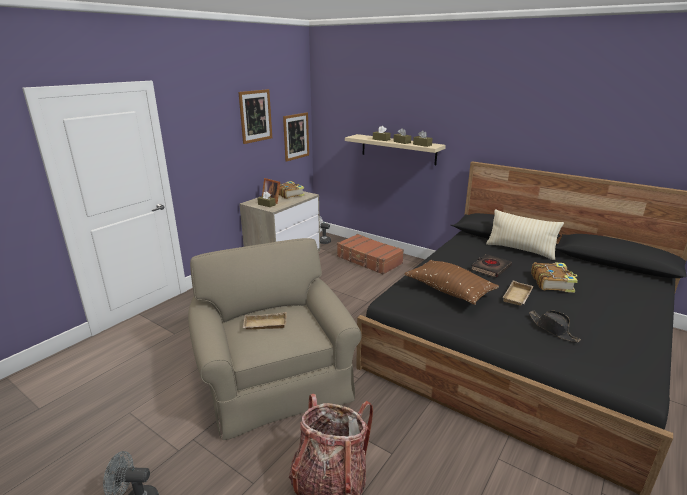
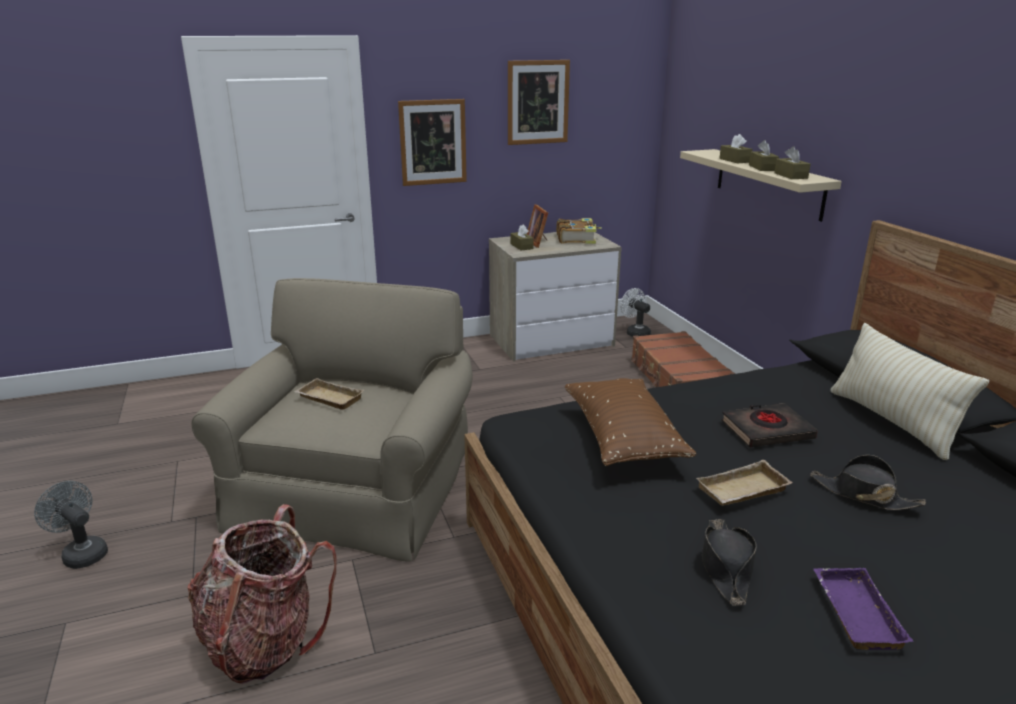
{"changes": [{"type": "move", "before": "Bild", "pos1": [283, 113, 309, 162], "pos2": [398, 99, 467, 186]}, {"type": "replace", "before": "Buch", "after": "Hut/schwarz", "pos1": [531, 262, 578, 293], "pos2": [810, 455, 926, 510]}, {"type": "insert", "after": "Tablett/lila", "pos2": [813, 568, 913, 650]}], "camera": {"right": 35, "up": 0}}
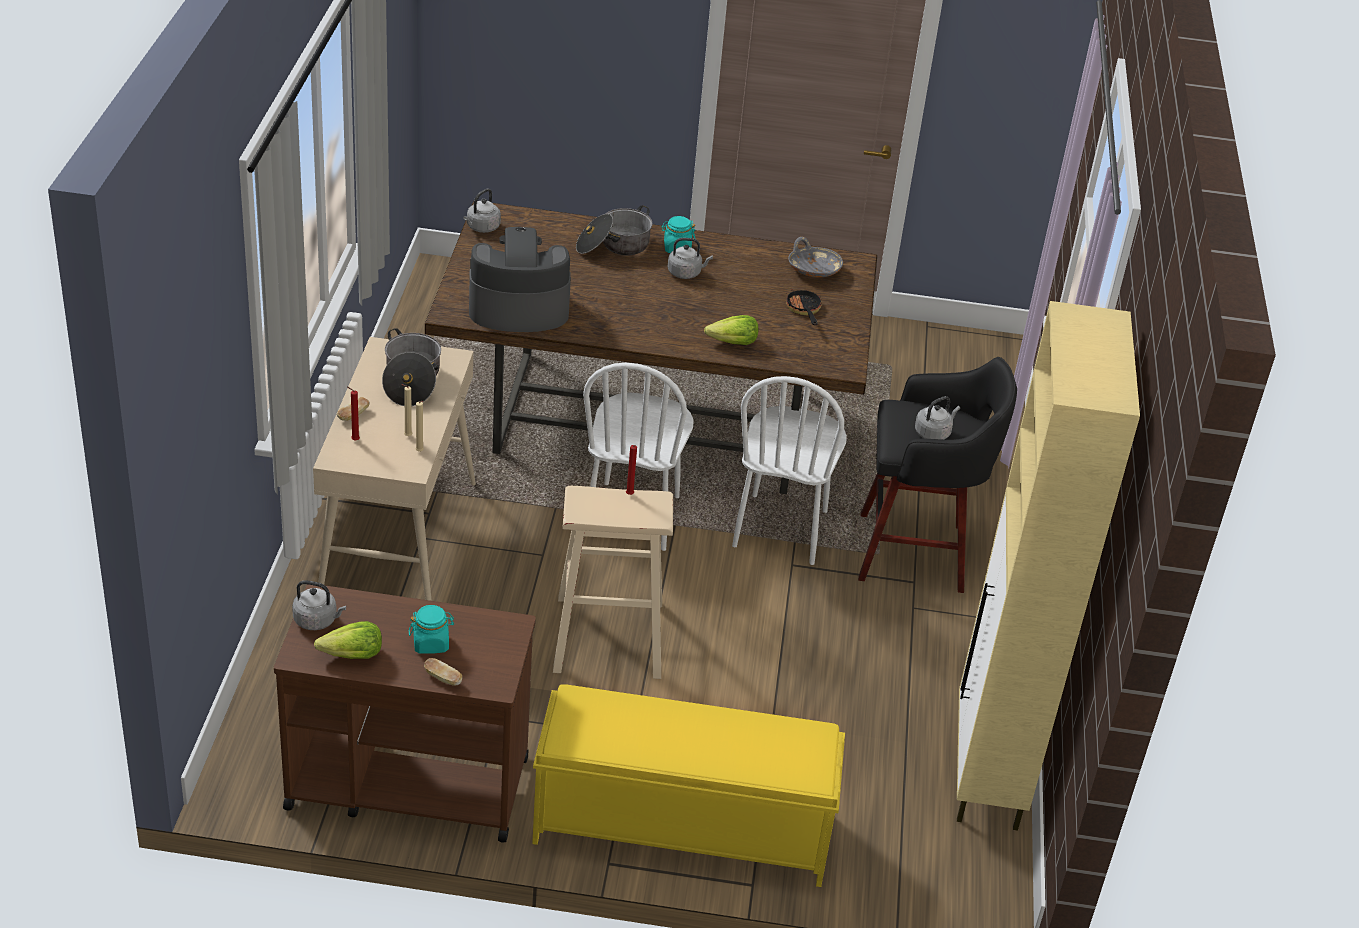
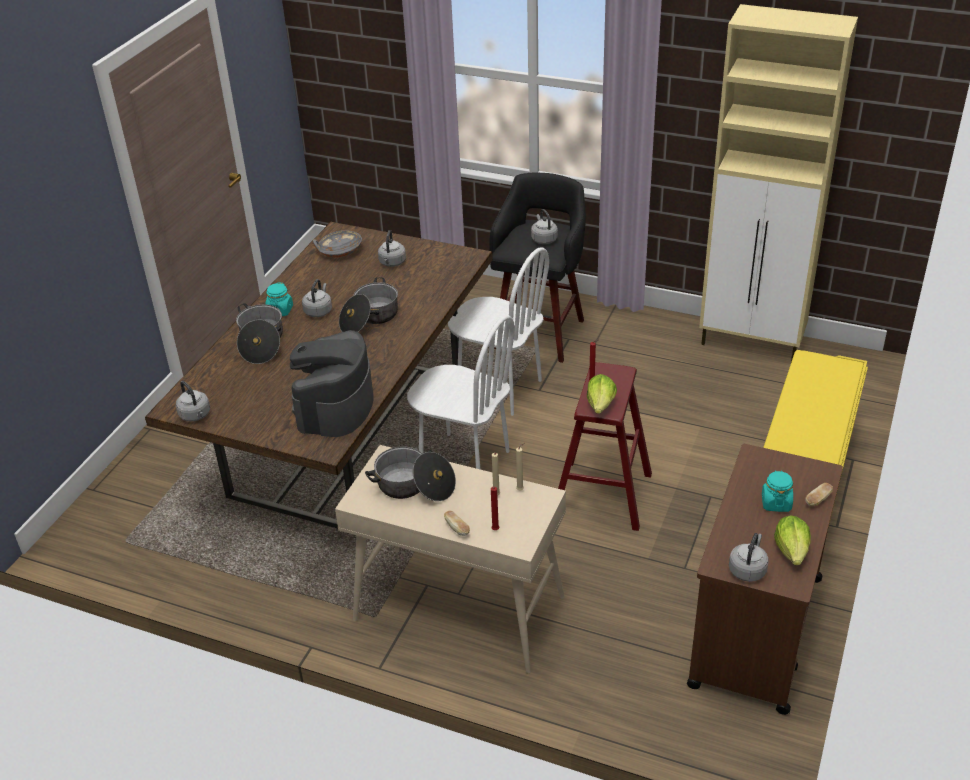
{"changes": [{"type": "recolor", "before": "Hocker/beige", "after": "Hocker/rot", "pos1": [553, 486, 673, 679], "pos2": [558, 362, 652, 531]}, {"type": "move", "before": "Salatkopf", "pos1": [704, 315, 758, 345], "pos2": [587, 374, 617, 414]}, {"type": "replace", "before": "Pfanne", "after": "Wasserkessel/grau", "pos1": [786, 289, 822, 325], "pos2": [378, 230, 406, 267]}, {"type": "insert", "after": "Kochtopf", "pos2": [339, 277, 398, 332]}], "camera": {"right": -70, "up": 0}}
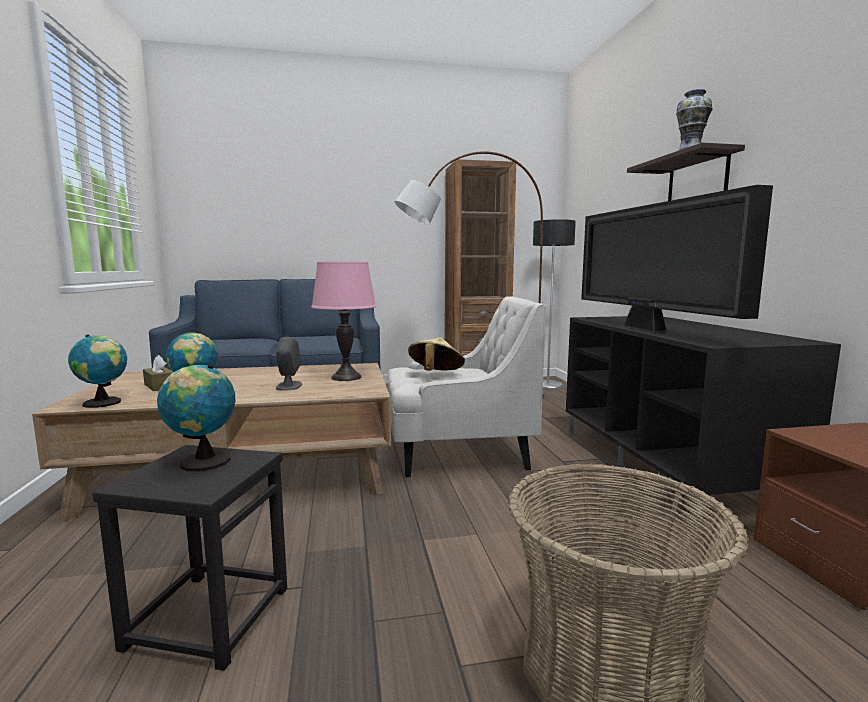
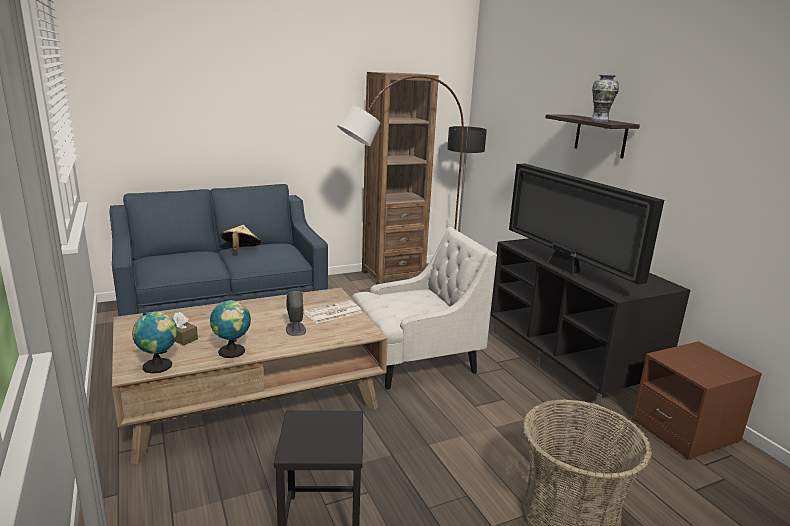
{"changes": [{"type": "delete", "before": "Globus", "pos1": [157, 364, 236, 471]}, {"type": "replace", "before": "Tischlampe/rosa", "after": "Zeitung", "pos1": [311, 261, 377, 381], "pos2": [304, 300, 363, 324]}, {"type": "move", "before": "Hut/beige", "pos1": [408, 337, 465, 371], "pos2": [220, 225, 261, 251]}], "camera": {"right": -15, "up": 10}}
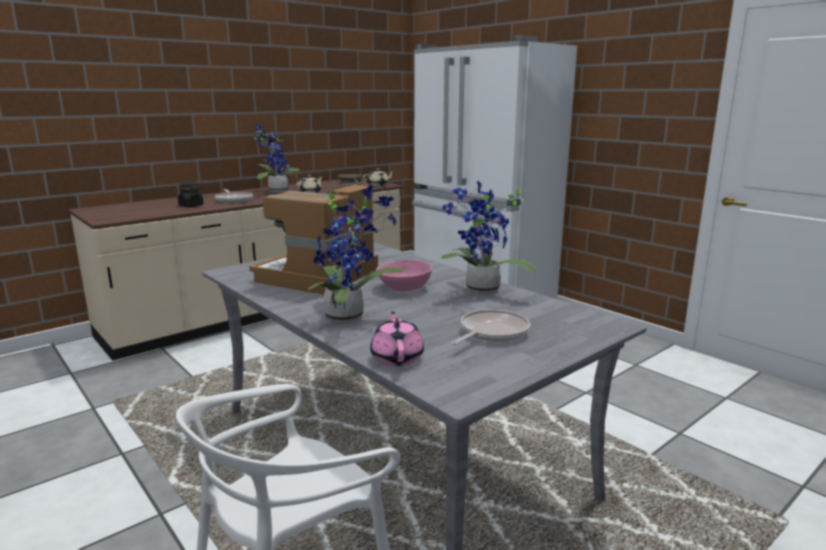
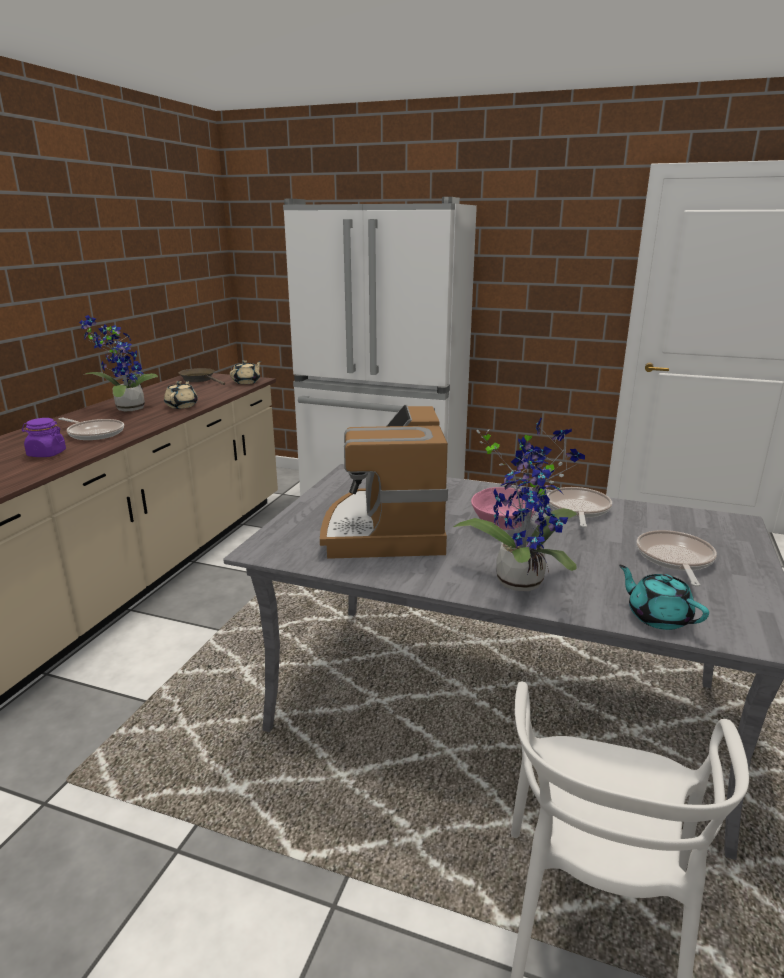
{"changes": [{"type": "recolor", "before": "Vorratsglas/schwarz", "after": "Vorratsglas/lila", "pos1": [178, 182, 204, 207], "pos2": [22, 418, 66, 457]}, {"type": "recolor", "before": "Teekanne/rosa", "after": "Teekanne/türkis", "pos1": [370, 311, 424, 366], "pos2": [619, 565, 709, 630]}, {"type": "replace", "before": "Topfpflanze", "after": "Pfanne", "pos1": [441, 180, 537, 294], "pos2": [547, 487, 612, 528]}], "camera": {"right": -30, "up": 5}}
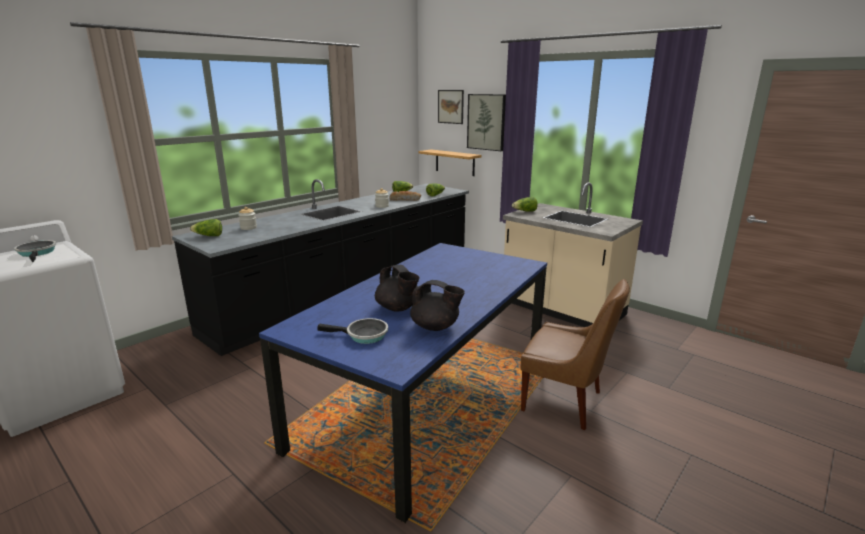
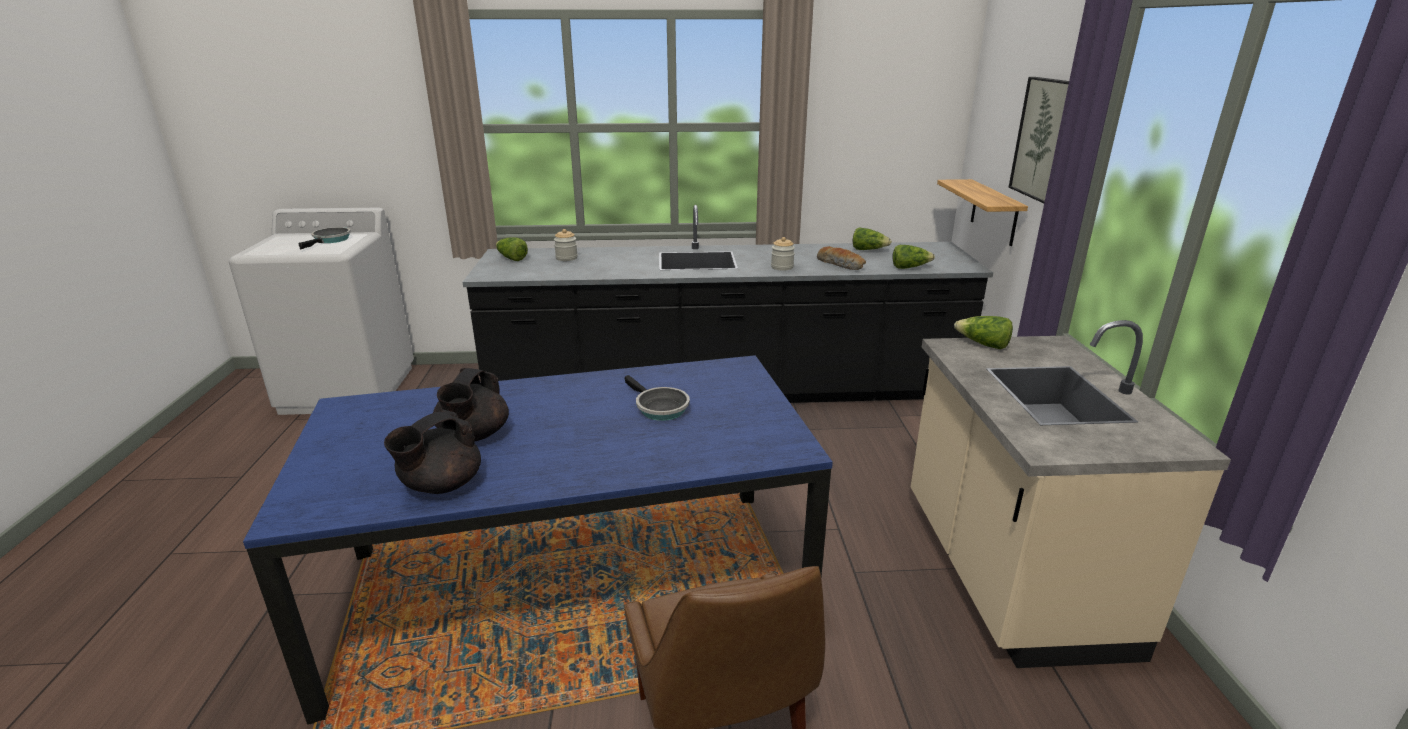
{"changes": [{"type": "move", "before": "Pfanne", "pos1": [317, 318, 388, 344], "pos2": [624, 375, 690, 421]}, {"type": "rotate", "before": "Teekanne/schwarz", "pos1": [410, 280, 465, 331], "pos2": [384, 409, 481, 494], "turn": 60}, {"type": "delete", "before": "Bild", "pos1": [438, 90, 464, 124]}], "camera": {"right": 45, "up": 5}}
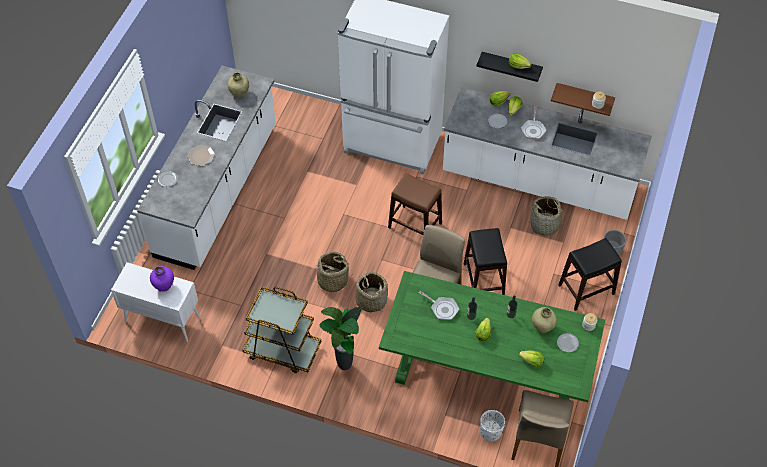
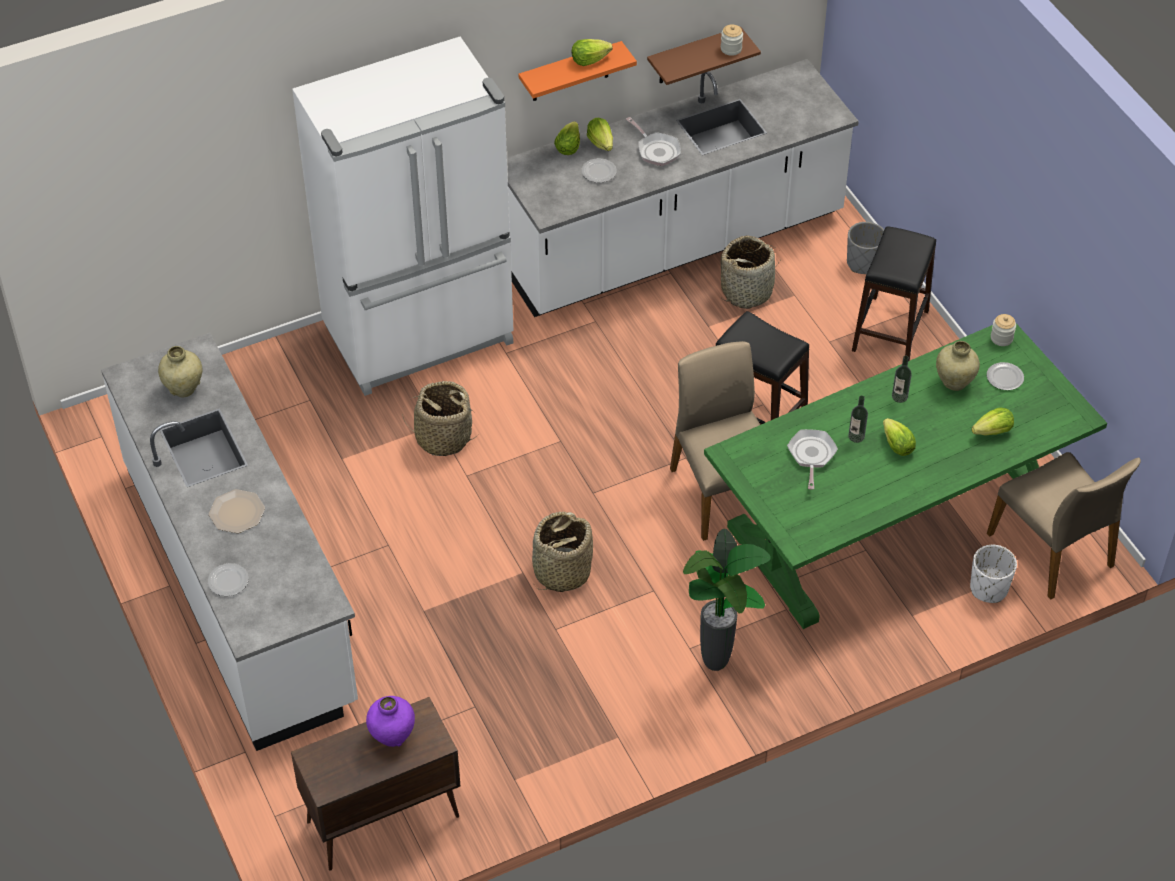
{"changes": [{"type": "recolor", "before": "Schrank/weiß", "after": "Schrank/braun", "pos1": [111, 262, 200, 342], "pos2": [291, 697, 460, 870]}, {"type": "delete", "before": "Rollwagen/braun", "pos1": [242, 286, 321, 373]}, {"type": "move", "before": "Korb", "pos1": [355, 272, 388, 312], "pos2": [402, 381, 478, 456]}, {"type": "delete", "before": "Hocker/braun", "pos1": [388, 173, 442, 235]}, {"type": "rotate", "before": "Pfanne", "pos1": [419, 291, 459, 320], "pos2": [787, 429, 838, 490], "turn": -75}, {"type": "recolor", "before": "Wandregal/schwarz", "after": "Wandregal/orange", "pos1": [476, 52, 543, 82], "pos2": [519, 41, 637, 101]}], "camera": {"right": -45, "up": -5}}
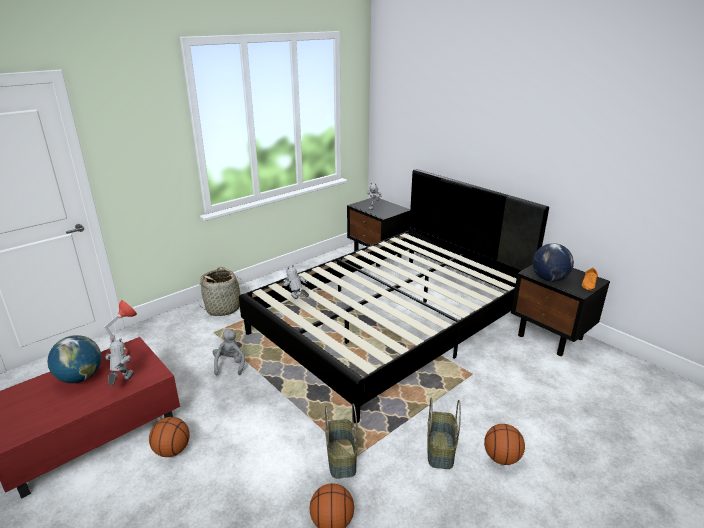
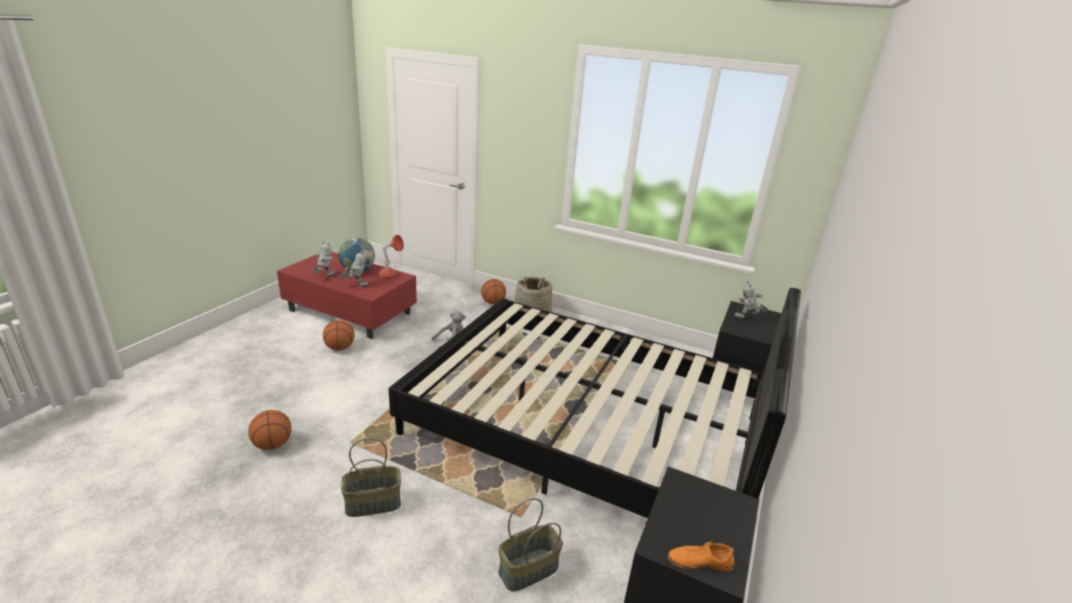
{"changes": [{"type": "move", "before": "Spielzeugroboter", "pos1": [284, 265, 309, 299], "pos2": [312, 242, 335, 277]}, {"type": "move", "before": "Korb", "pos1": [325, 403, 358, 479], "pos2": [498, 498, 563, 592]}, {"type": "move", "before": "Basketball", "pos1": [484, 424, 525, 465], "pos2": [481, 279, 506, 304]}, {"type": "delete", "before": "Globus", "pos1": [532, 243, 574, 282]}], "camera": {"right": 65, "up": 0}}
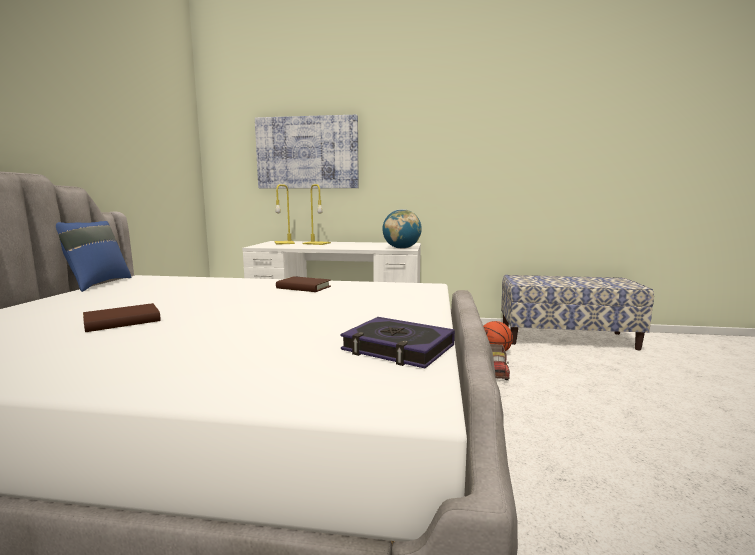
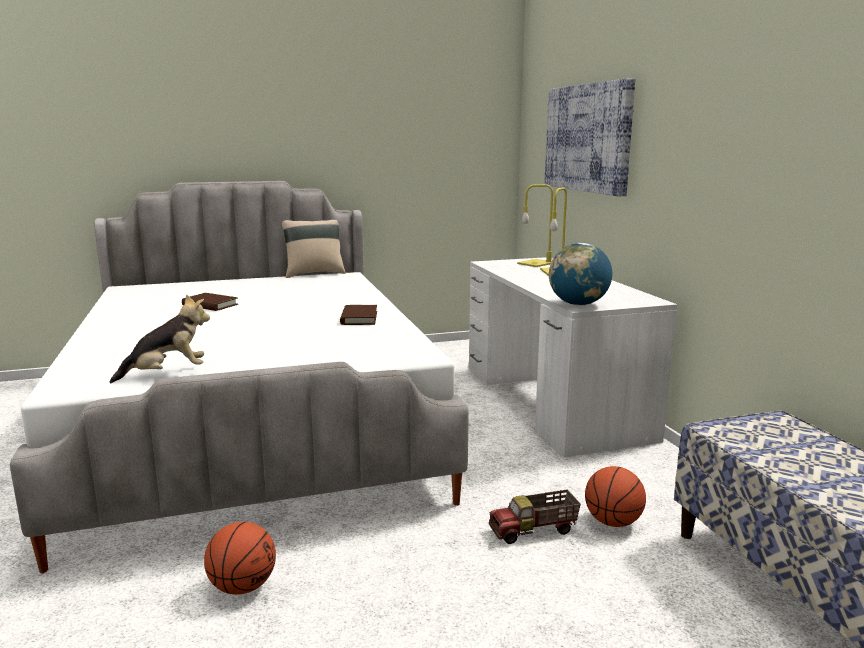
{"changes": [{"type": "recolor", "before": "Kissen/blau", "after": "Kissen/beige", "pos1": [56, 221, 131, 292], "pos2": [282, 220, 346, 278]}, {"type": "replace", "before": "Buch", "after": "Plüschtier", "pos1": [340, 317, 455, 368], "pos2": [110, 294, 210, 383]}, {"type": "insert", "after": "Basketball", "pos2": [204, 522, 276, 595]}], "camera": {"right": 65, "up": 5}}
